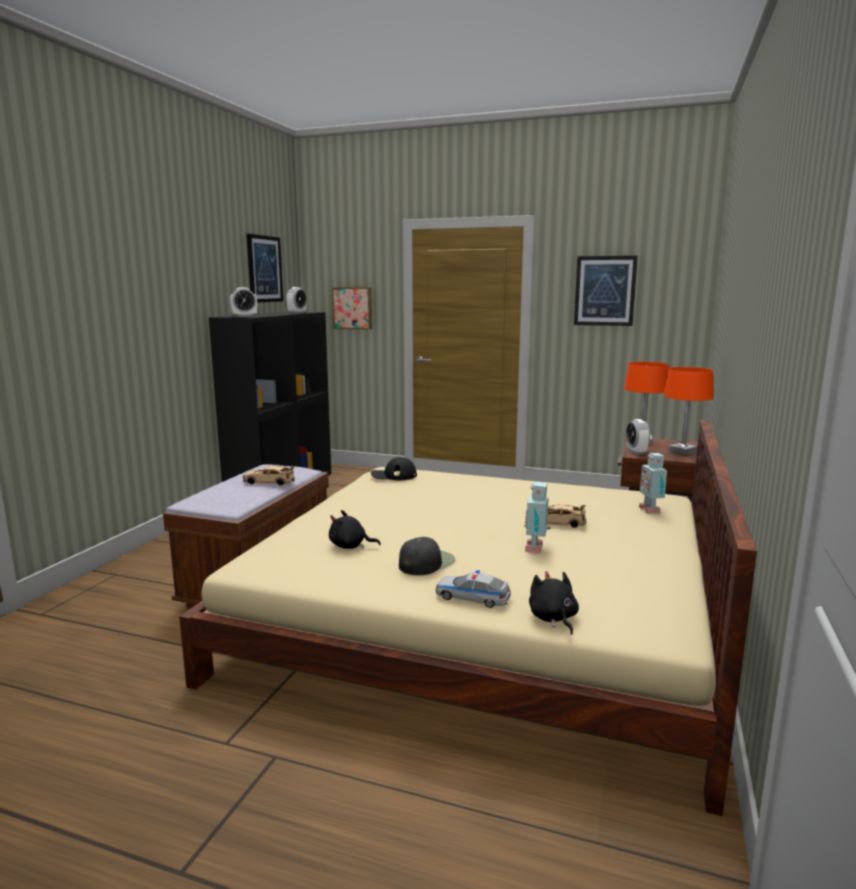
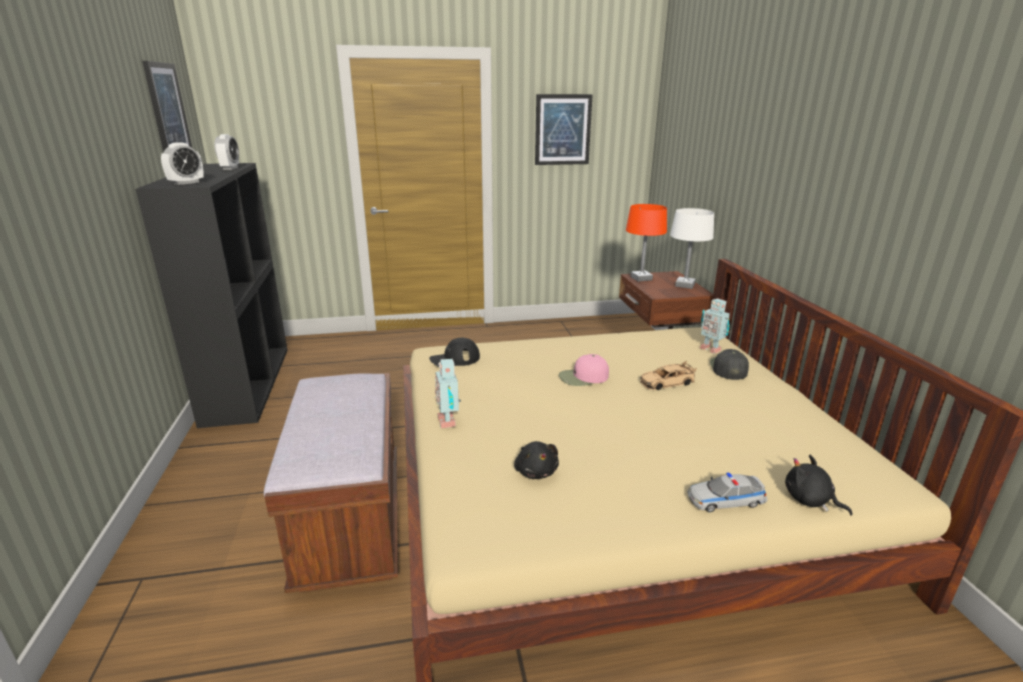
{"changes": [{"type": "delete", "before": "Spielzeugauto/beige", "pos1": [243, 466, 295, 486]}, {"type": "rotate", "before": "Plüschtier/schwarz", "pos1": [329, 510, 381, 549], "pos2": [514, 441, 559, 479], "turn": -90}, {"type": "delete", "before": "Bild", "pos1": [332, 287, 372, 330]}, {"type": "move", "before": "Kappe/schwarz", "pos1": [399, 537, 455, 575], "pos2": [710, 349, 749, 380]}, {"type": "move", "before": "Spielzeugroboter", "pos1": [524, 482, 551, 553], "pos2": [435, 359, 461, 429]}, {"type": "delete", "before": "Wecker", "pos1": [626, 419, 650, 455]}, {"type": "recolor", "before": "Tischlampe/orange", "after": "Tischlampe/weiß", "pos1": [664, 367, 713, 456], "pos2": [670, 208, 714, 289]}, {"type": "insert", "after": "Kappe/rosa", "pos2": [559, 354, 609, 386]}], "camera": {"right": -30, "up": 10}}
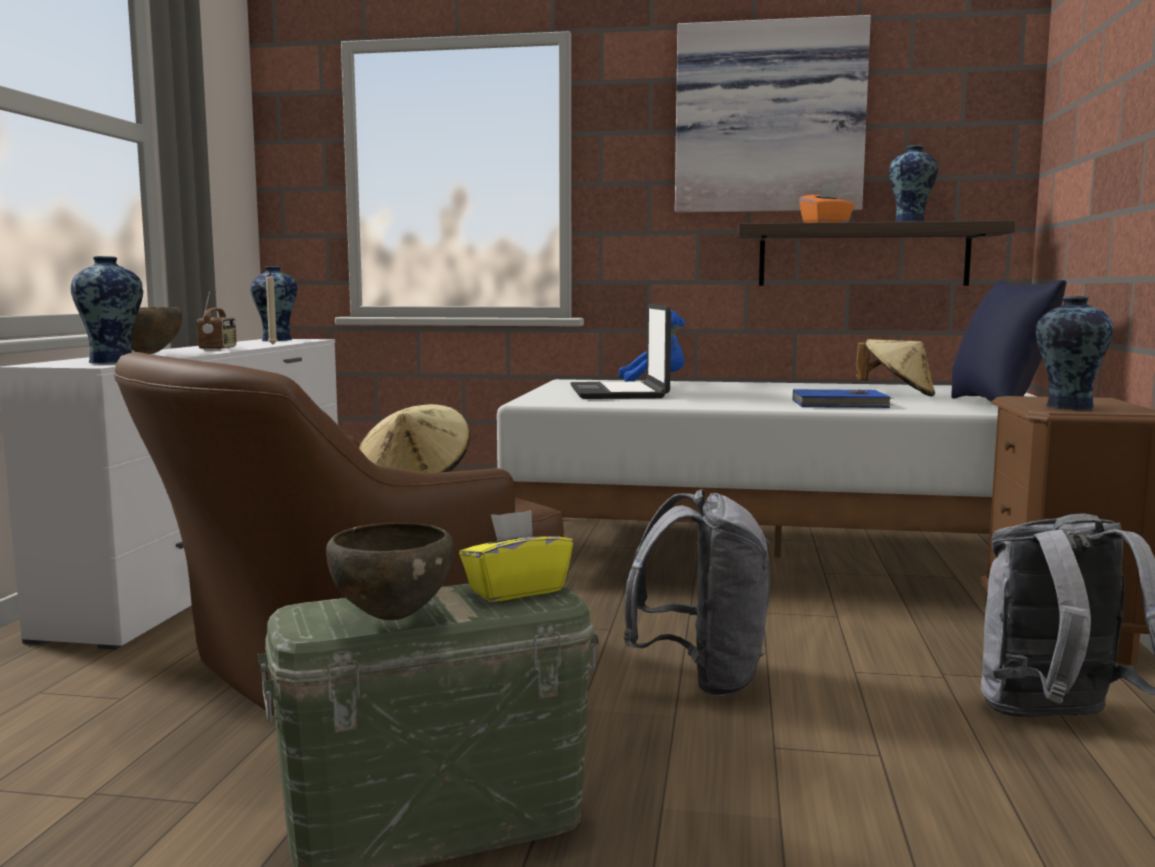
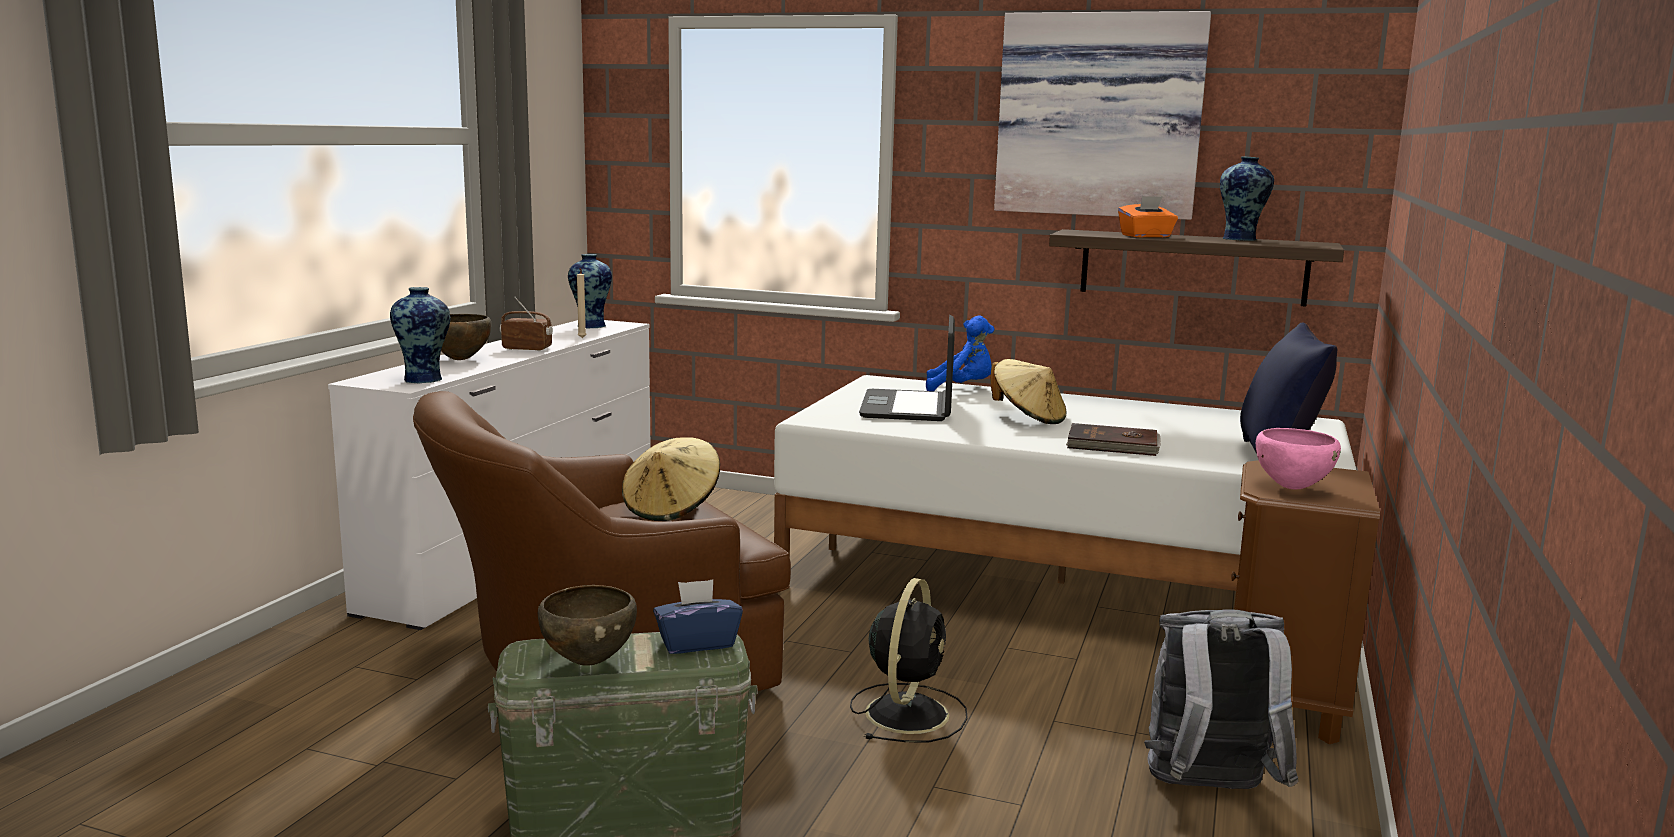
{"changes": [{"type": "rotate", "before": "Radio", "pos1": [197, 292, 237, 350], "pos2": [500, 297, 553, 351], "turn": -90}, {"type": "recolor", "before": "Taschentuchbox/gelb", "after": "Taschentuchbox/blau", "pos1": [459, 510, 573, 602], "pos2": [653, 579, 743, 654]}, {"type": "replace", "before": "Rucksack/grau", "after": "Ventilator/schwarz", "pos1": [623, 489, 770, 696], "pos2": [850, 578, 968, 743]}, {"type": "recolor", "before": "Buch/blau", "after": "Buch/braun", "pos1": [793, 389, 894, 408], "pos2": [1066, 423, 1161, 456]}, {"type": "move", "before": "Hut/beige", "pos1": [856, 339, 935, 396], "pos2": [990, 359, 1067, 424]}, {"type": "replace", "before": "Vase", "after": "Schüssel/rosa", "pos1": [1036, 296, 1113, 410], "pos2": [1256, 428, 1341, 489]}], "camera": {"right": 10, "up": 5}}
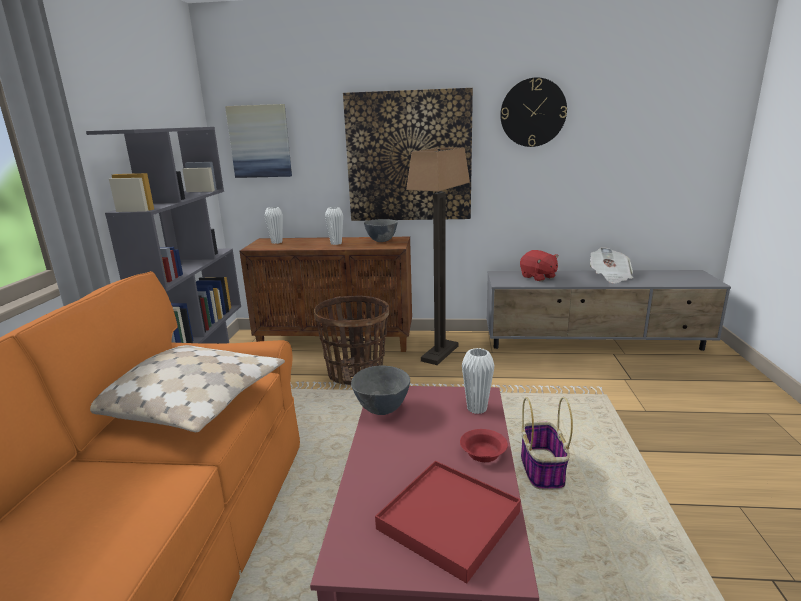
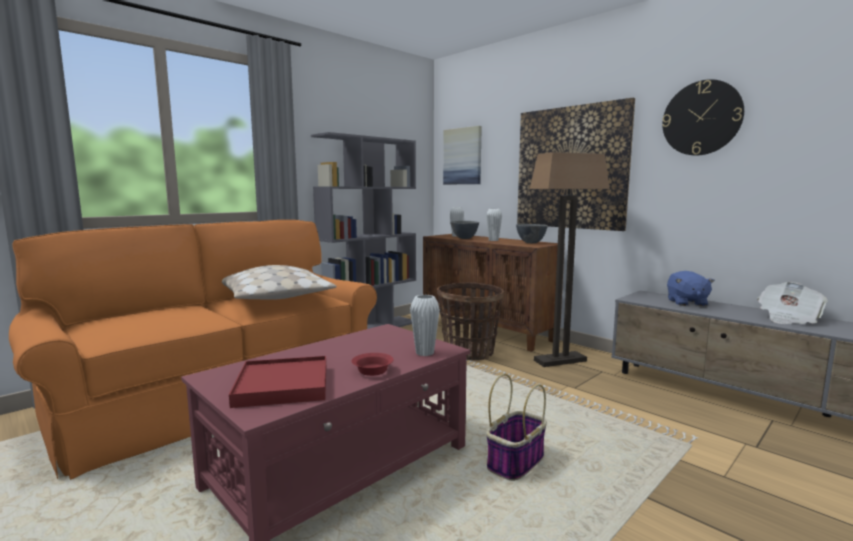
{"changes": [{"type": "move", "before": "Schüssel/grau", "pos1": [351, 365, 410, 415], "pos2": [450, 221, 479, 239]}, {"type": "recolor", "before": "Plüschtier/rot", "after": "Plüschtier/blau", "pos1": [520, 250, 559, 282], "pos2": [667, 271, 715, 306]}], "camera": {"right": 40, "up": -10}}
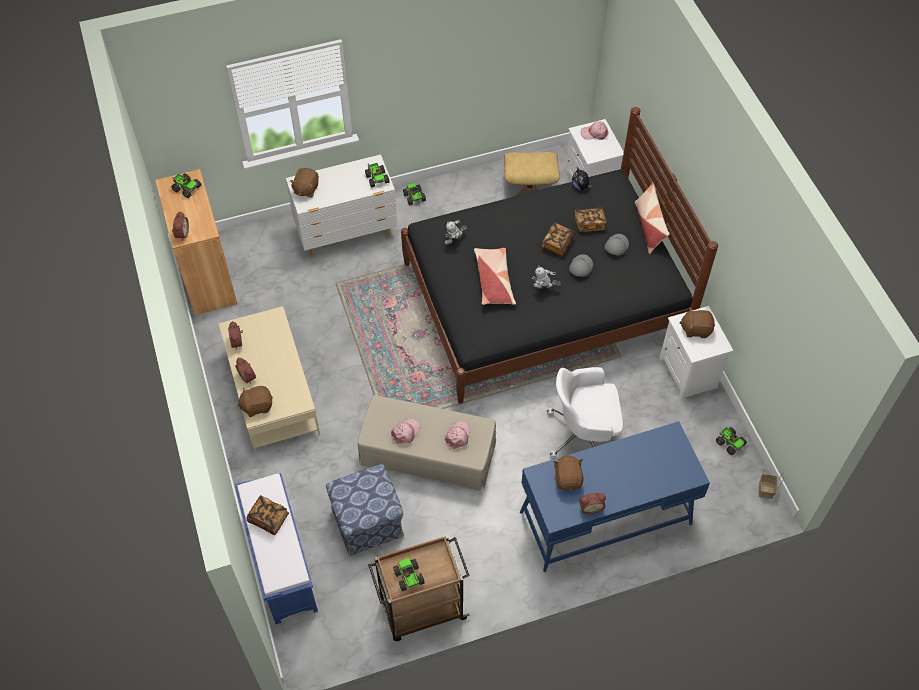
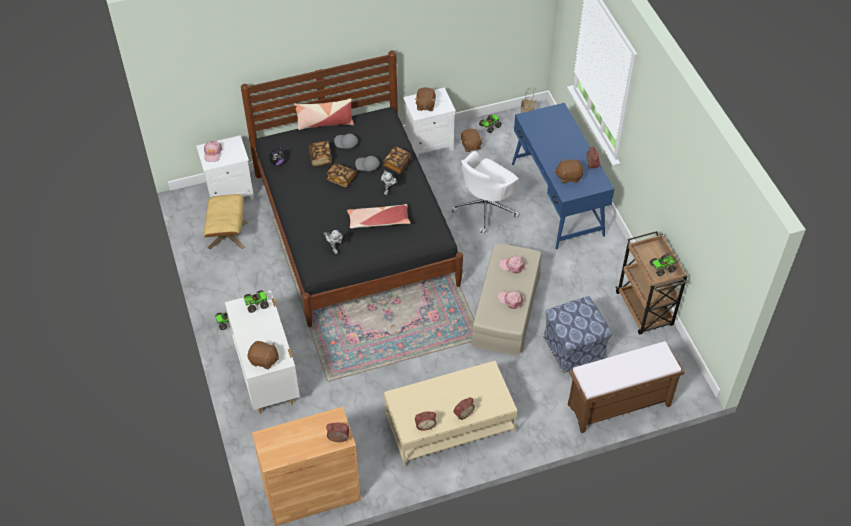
{"changes": [{"type": "delete", "before": "Spielzeuglaster", "pos1": [171, 173, 202, 198]}, {"type": "recolor", "before": "Bank/blau", "after": "Bank/braun", "pos1": [235, 473, 318, 624], "pos2": [568, 341, 684, 433]}, {"type": "move", "before": "Plüschtier/braun", "pos1": [237, 386, 273, 417], "pos2": [461, 129, 483, 152]}, {"type": "move", "before": "Buch", "pos1": [246, 495, 289, 535], "pos2": [383, 146, 412, 174]}, {"type": "rotate", "before": "Bürostuhl/weiß", "pos1": [547, 367, 623, 459], "pos2": [451, 151, 520, 234], "turn": 45}], "camera": {"right": -90, "up": -5}}
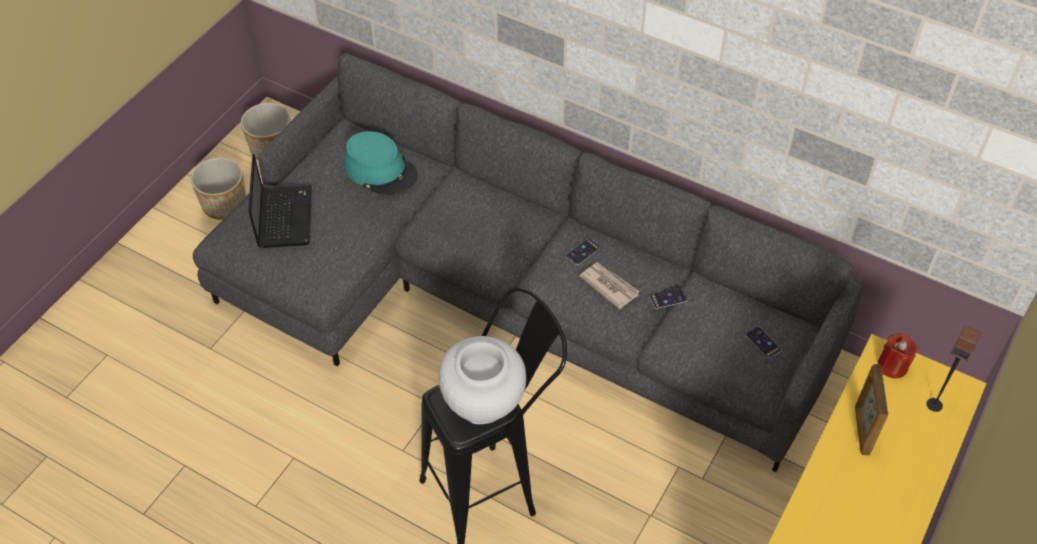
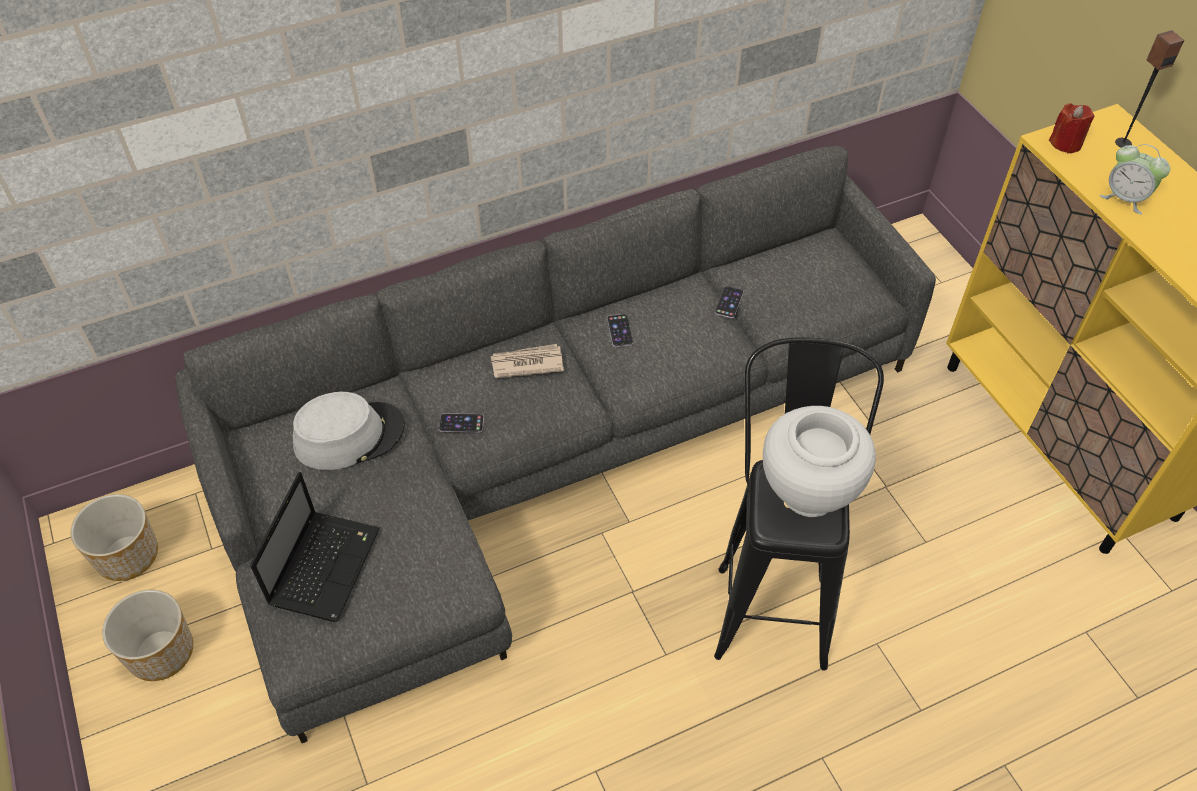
{"changes": [{"type": "rotate", "before": "Laptop", "pos1": [248, 154, 312, 248], "pos2": [250, 472, 380, 622], "turn": 75}, {"type": "recolor", "before": "Hut/türkis", "after": "Hut/grau", "pos1": [344, 131, 418, 195], "pos2": [293, 392, 405, 470]}, {"type": "move", "before": "Zeitung", "pos1": [579, 262, 640, 309], "pos2": [491, 344, 564, 378]}, {"type": "move", "before": "Handy", "pos1": [746, 326, 781, 358], "pos2": [439, 413, 484, 432]}, {"type": "replace", "before": "Bilderrahmen", "after": "Wecker", "pos1": [855, 364, 888, 455], "pos2": [1100, 144, 1170, 214]}], "camera": {"right": -55, "up": 0}}
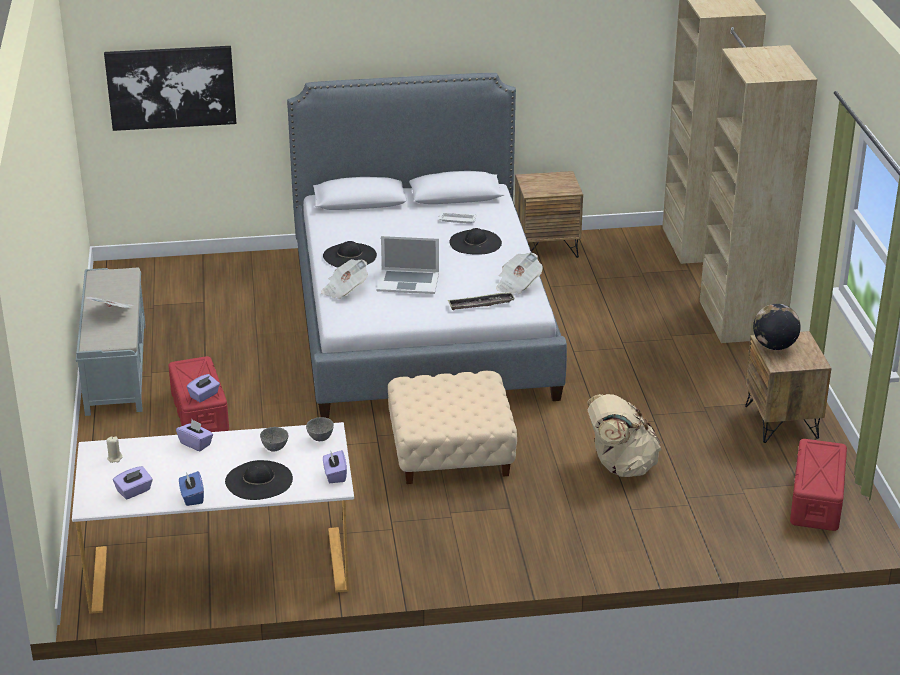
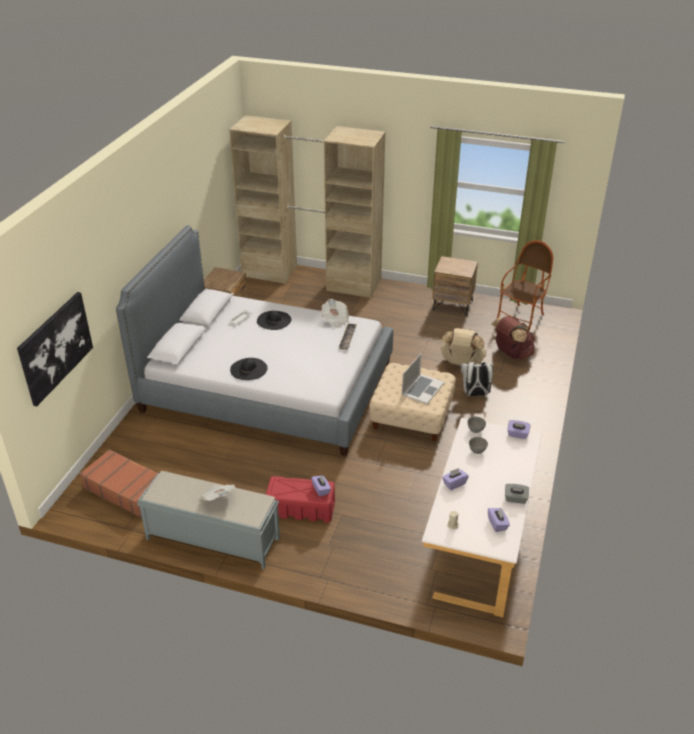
{"changes": [{"type": "recolor", "before": "Taschentuchbox/blau", "after": "Taschentuchbox/grau", "pos1": [179, 471, 204, 506], "pos2": [505, 484, 529, 504]}, {"type": "delete", "before": "Hut/schwarz", "pos1": [225, 460, 293, 500]}, {"type": "delete", "before": "Zeitung", "pos1": [321, 259, 368, 299]}, {"type": "move", "before": "Laptop", "pos1": [376, 236, 439, 294], "pos2": [402, 354, 444, 404]}, {"type": "delete", "before": "Globus", "pos1": [753, 304, 801, 350]}, {"type": "replace", "before": "Aufbewahrungsbox/rot", "after": "Sessel", "pos1": [790, 439, 847, 531], "pos2": [497, 240, 553, 331]}, {"type": "insert", "after": "Koffer/braun", "pos2": [79, 449, 158, 518]}, {"type": "insert", "after": "Rucksack/weiß", "pos2": [460, 361, 494, 396]}, {"type": "insert", "after": "Rucksack/braun", "pos2": [492, 316, 535, 359]}], "camera": {"right": -65, "up": 5}}
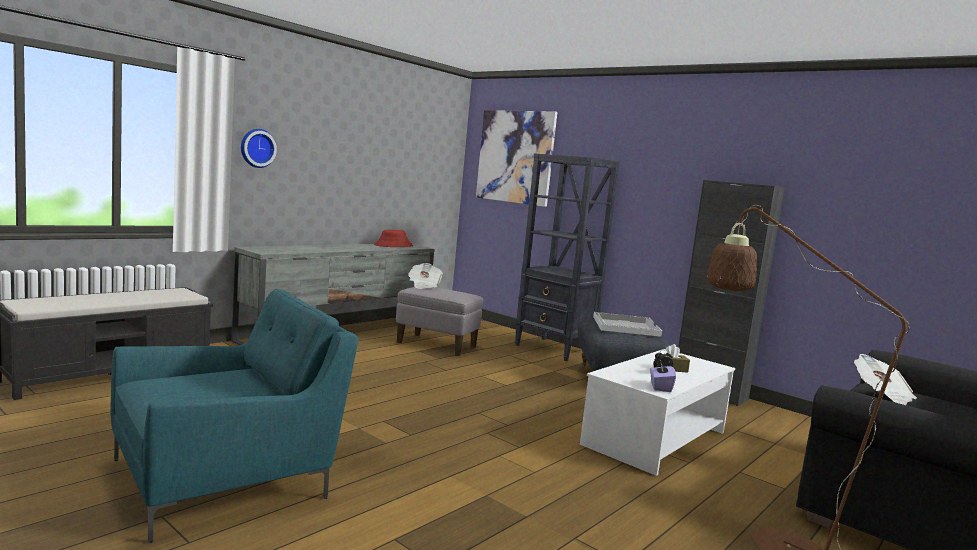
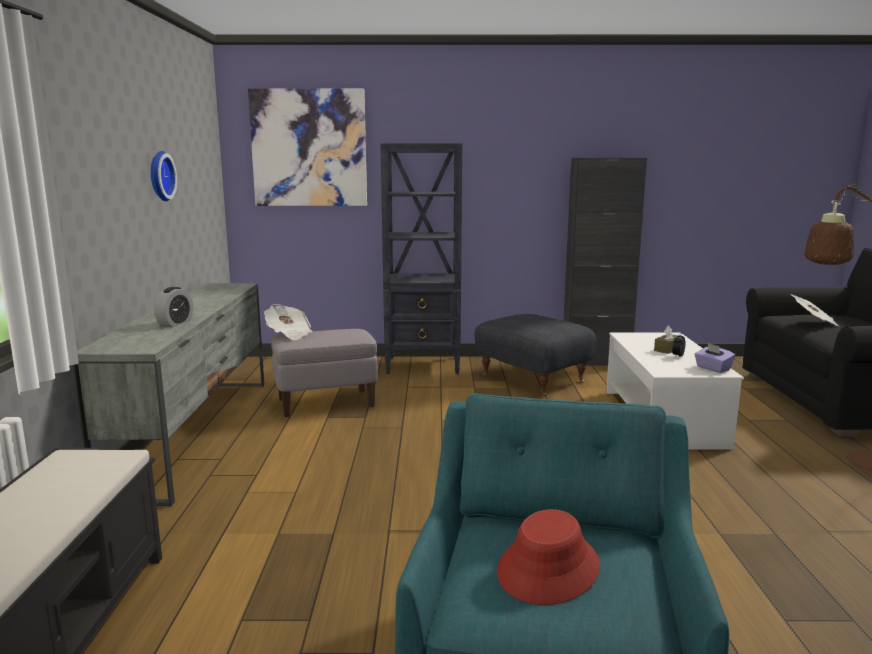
{"changes": [{"type": "move", "before": "Wanduhr", "pos1": [241, 129, 277, 168], "pos2": [151, 151, 177, 201]}, {"type": "move", "before": "Hut/rot", "pos1": [374, 230, 413, 247], "pos2": [497, 509, 600, 605]}, {"type": "delete", "before": "Tablett/weiß", "pos1": [593, 312, 662, 337]}, {"type": "insert", "after": "Wecker", "pos2": [154, 287, 193, 327]}], "camera": {"right": -40, "up": 5}}
